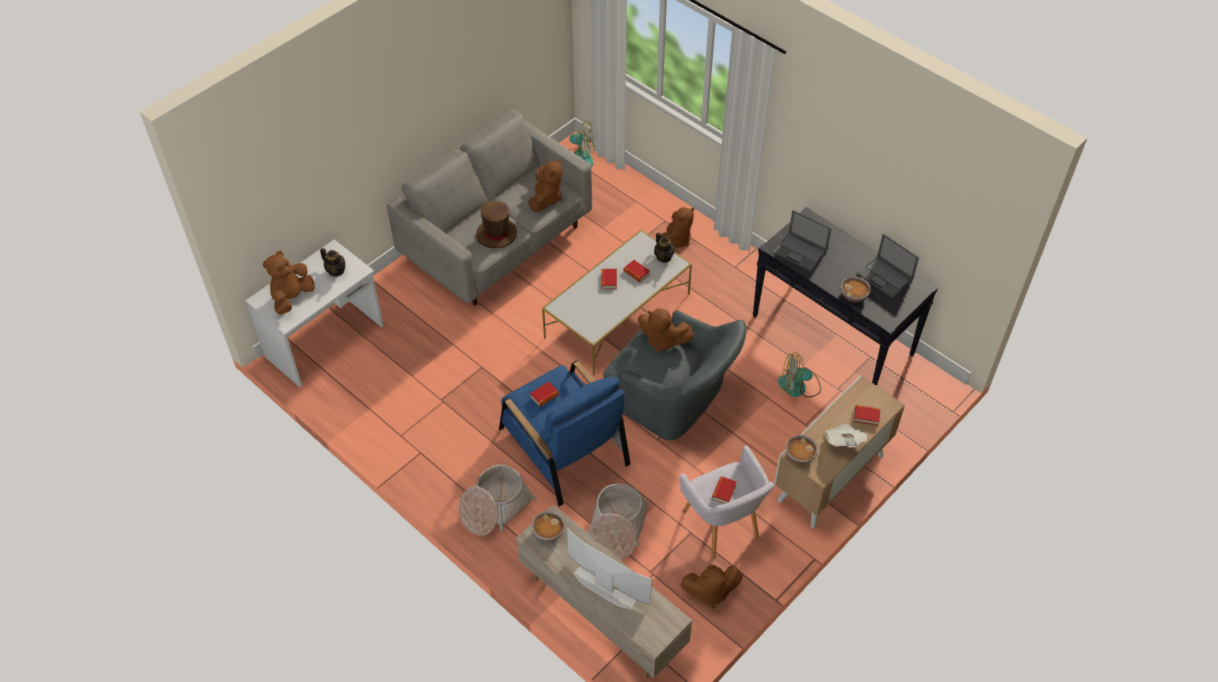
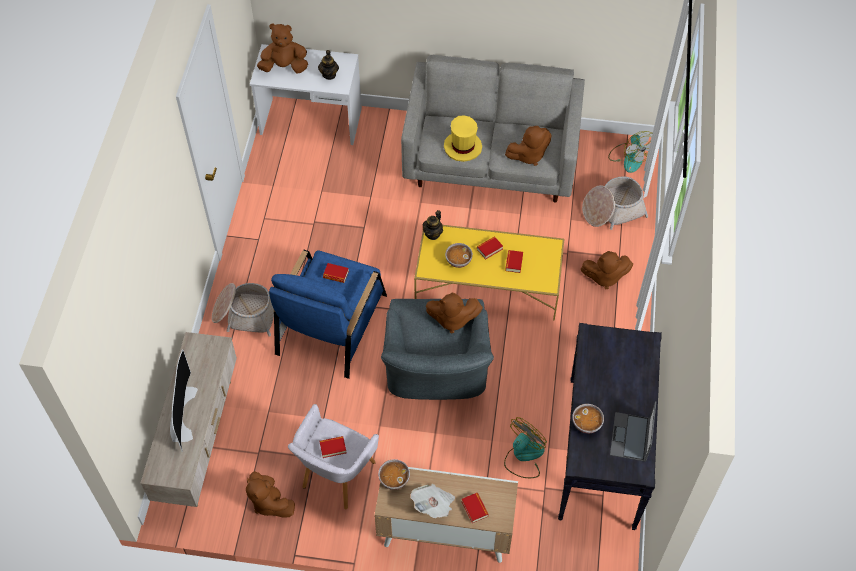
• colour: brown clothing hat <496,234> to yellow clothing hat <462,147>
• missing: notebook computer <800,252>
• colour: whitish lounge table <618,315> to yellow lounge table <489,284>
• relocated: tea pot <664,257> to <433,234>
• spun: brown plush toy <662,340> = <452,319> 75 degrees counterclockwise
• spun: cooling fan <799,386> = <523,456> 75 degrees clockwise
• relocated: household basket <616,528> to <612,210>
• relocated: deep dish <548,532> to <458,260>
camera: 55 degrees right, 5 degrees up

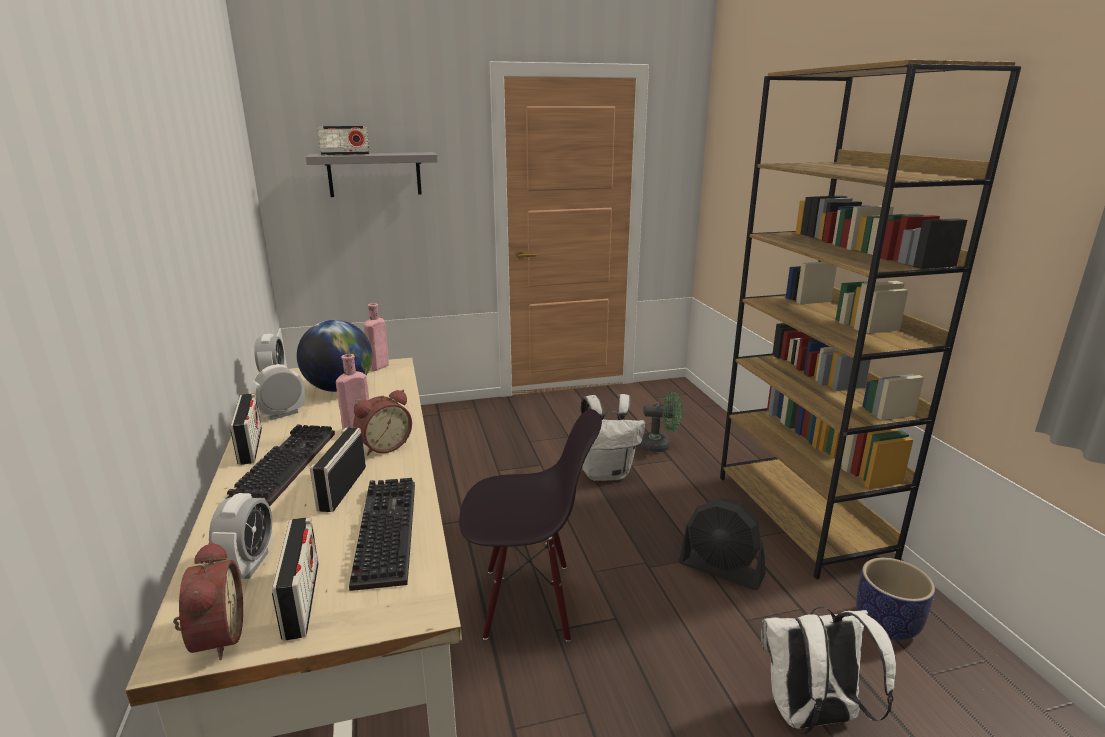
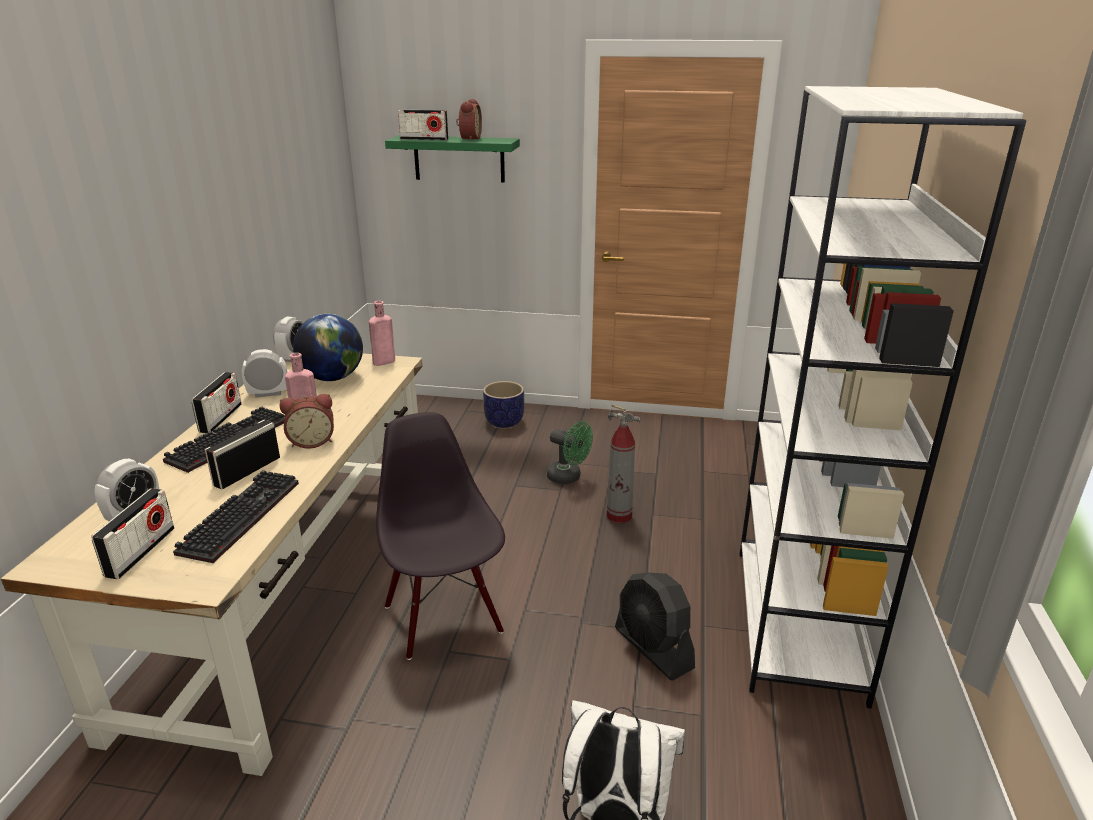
• colour: brown bookcase <802,516> to whitish bookcase <798,622>
• colour: greyish shelf <374,174> to green shelf <459,159>
• relocated: green cooling fan <659,446> to <569,477>
• exchanged: whitish knapsack <606,473> to fire extinguisher <619,516>
• spun: black chair <528,601> = <445,618> 135 degrees counterclockwise
• relocated: bedside clock <214,638> to <468,139>
• relocated: planter <886,623> to <504,421>
camera: 25 degrees right, 5 degrees up

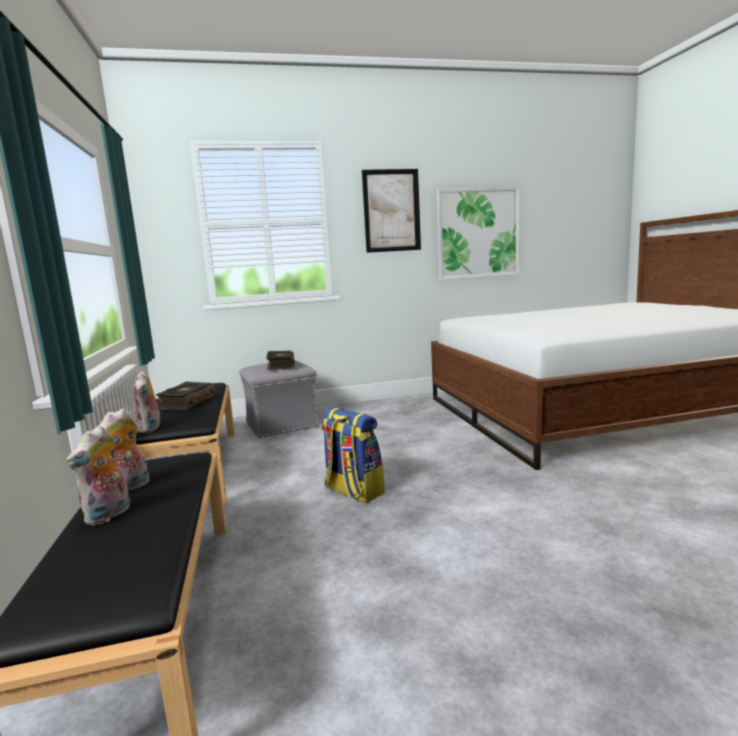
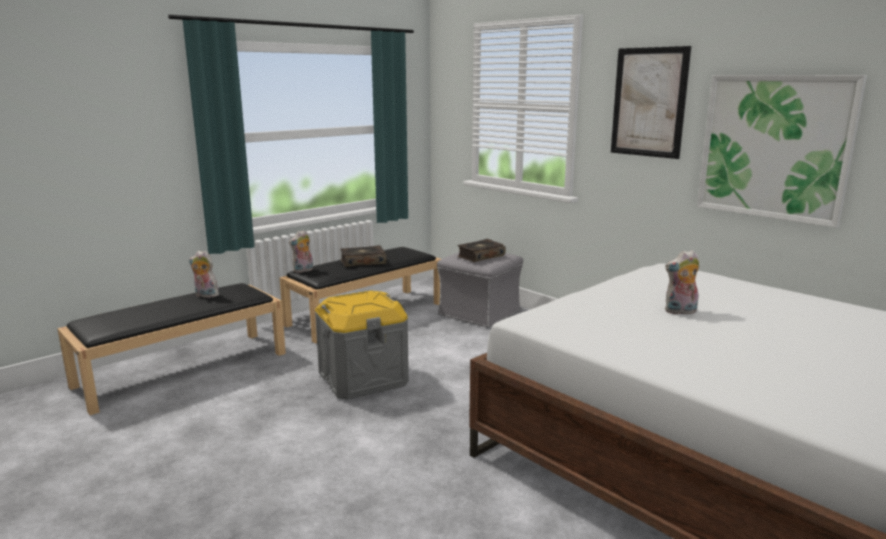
• exchanged: knapsack <353,491> to greyish storage box <363,378>
• relocated: plush toy <108,515> to <680,312>
camera: 60 degrees right, 5 degrees up

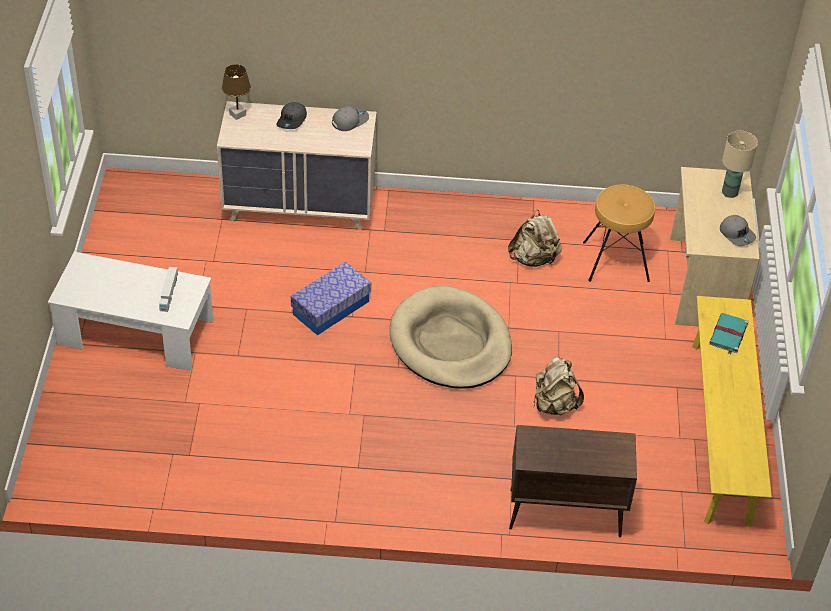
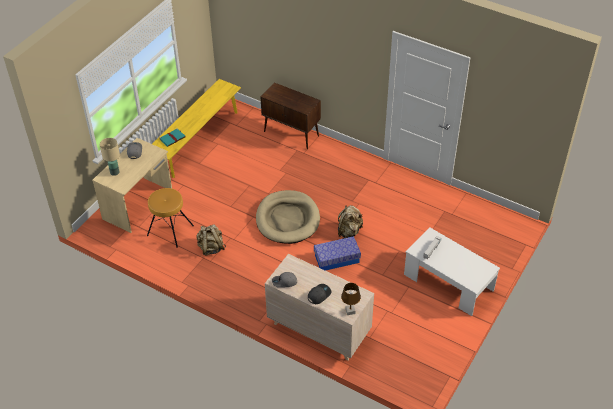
• relocated: beige-coloured knapsack <554,404> to <349,231>
camera: 150 degrees left, 0 degrees up

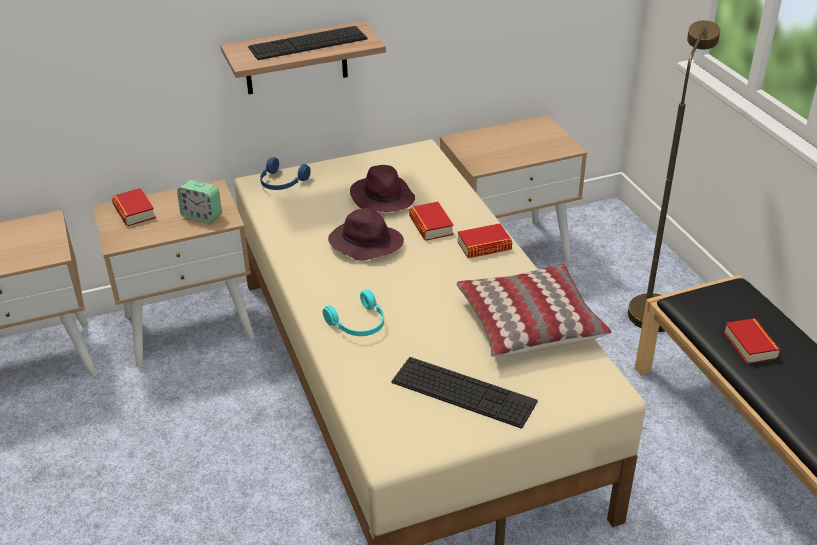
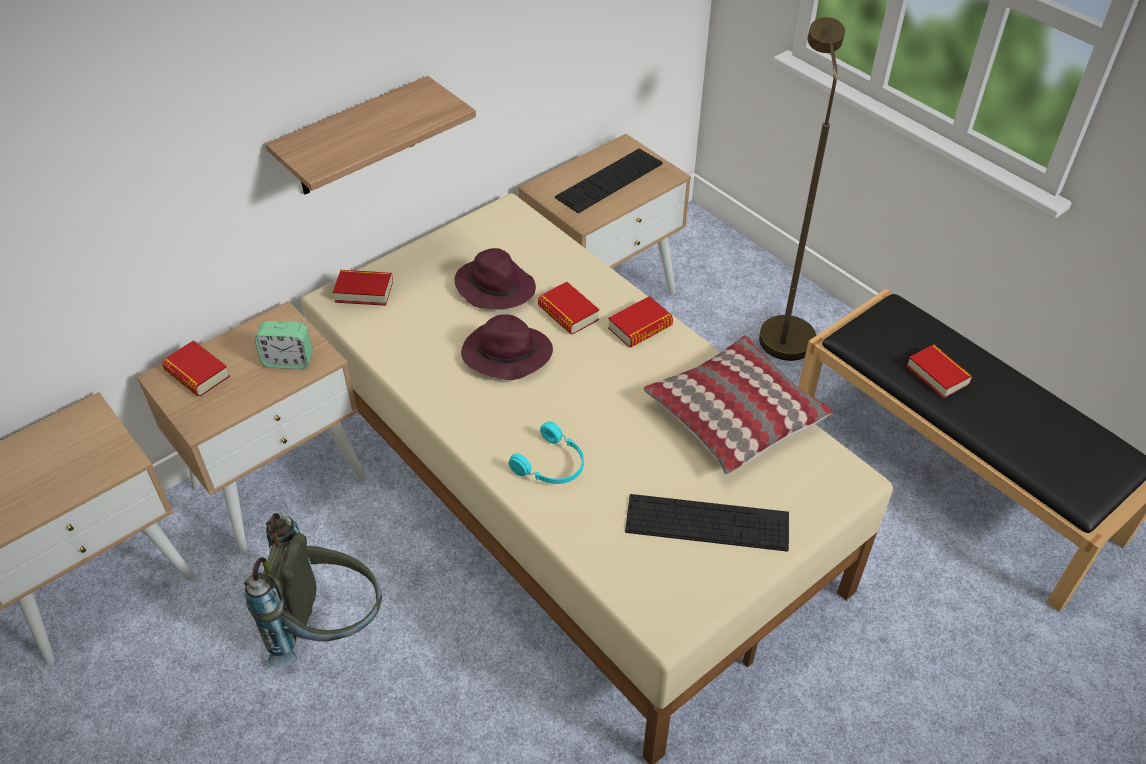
• relocated: keyboard <308,43> to <609,180>
• exchanged: blue pair of headphones <281,183> to bound book <364,291>
• appeared: greyish knapsack <329,628>
camera: 20 degrees left, 10 degrees up

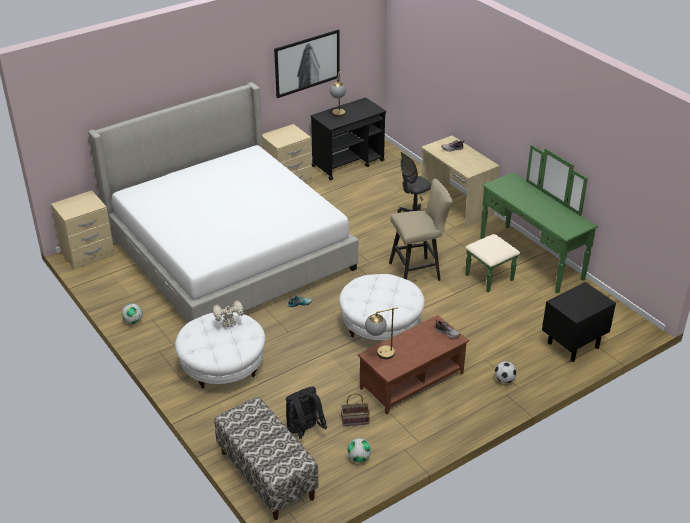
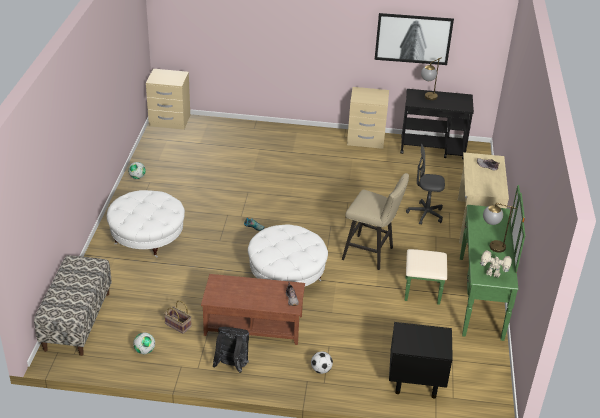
• missing: bedroom bed <229,253>
• relocated: toy robot <229,325> to <492,275>
• relocated: tabletop lamp <379,355> to <491,245>
• relocated: black knapsack <304,431> to <232,366>
camera: 40 degrees right, 0 degrees up

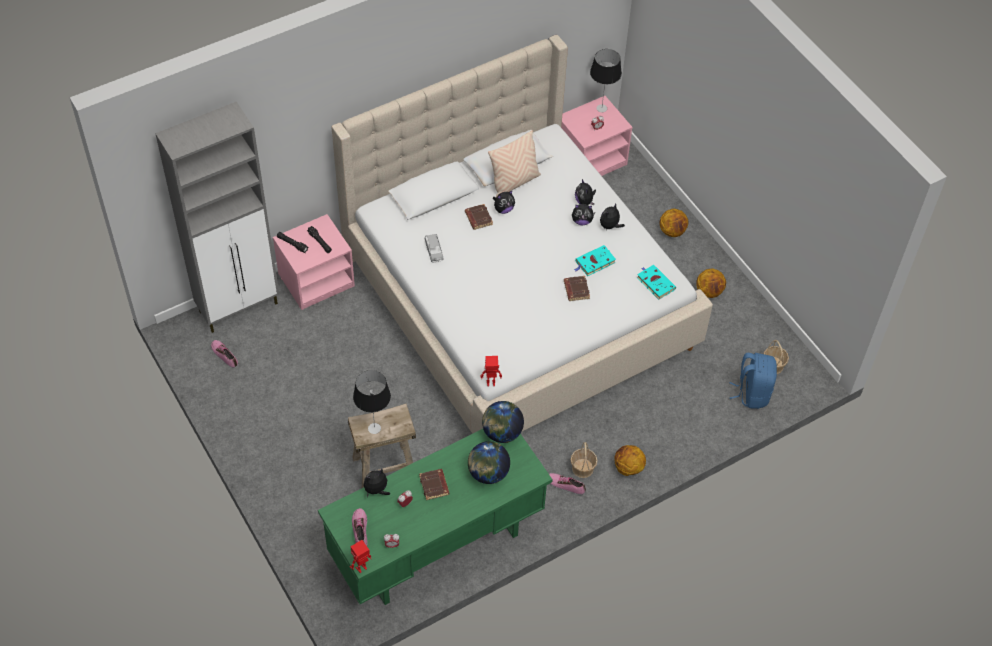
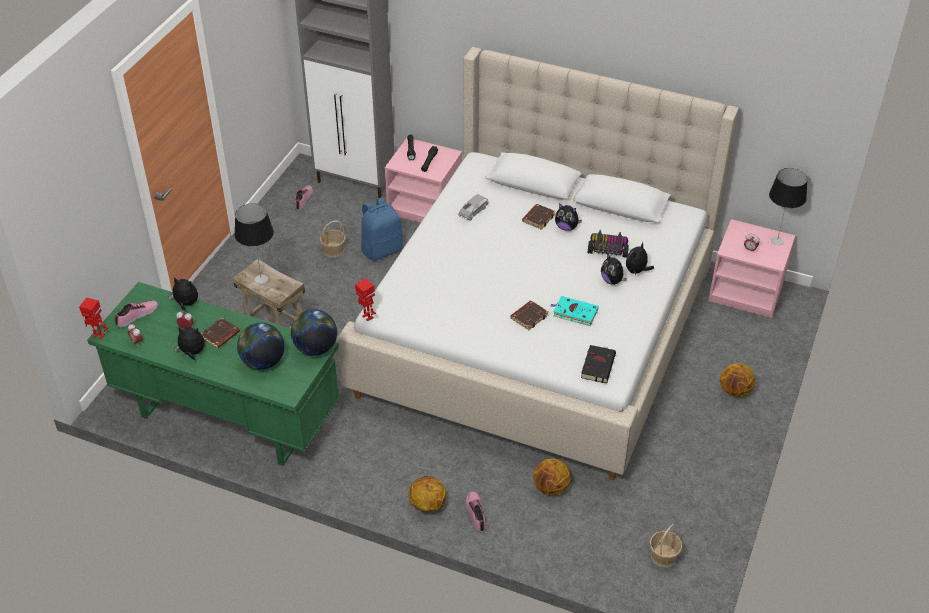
• missing: beige-coloured throw pillow <514,182>
• relocated: plush toy <610,226> to <192,353>
• colour: turquoise-coloured bound book <655,283> to black bound book <598,365>
• relocated: ball for basketball <709,292> to <551,488>
• relocated: blue knapsack <752,393> to <382,250>
• relocated: household basket <582,468> to <333,250>
• relocated: item of footwear <566,485> to <476,513>
• appeared: model car <608,249>
camera: 55 degrees right, 10 degrees down

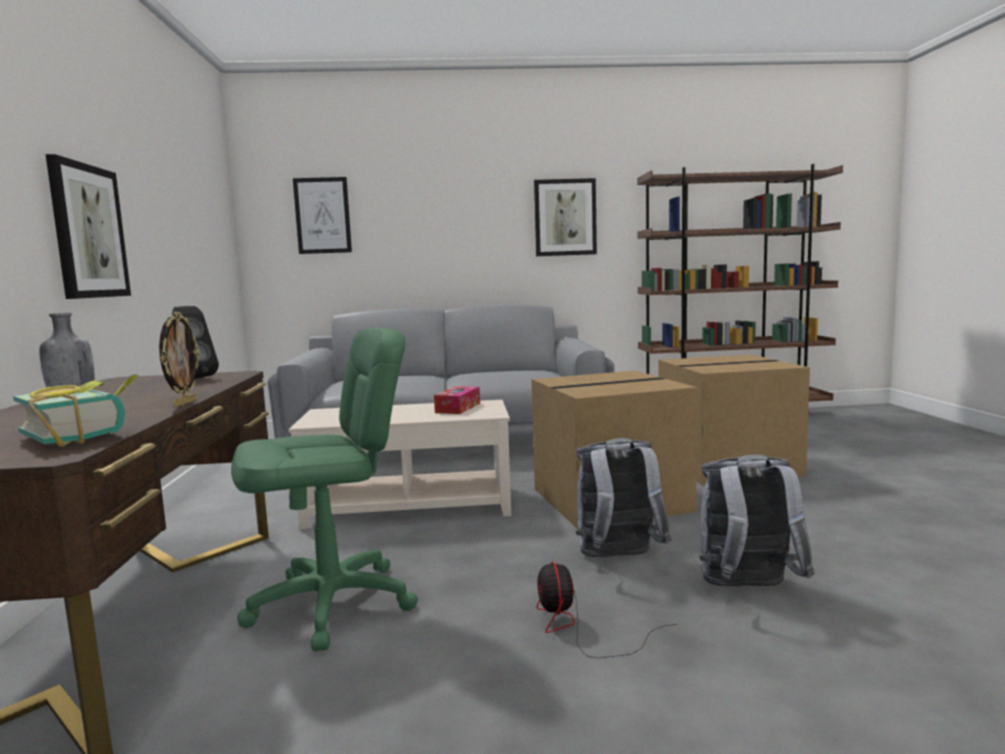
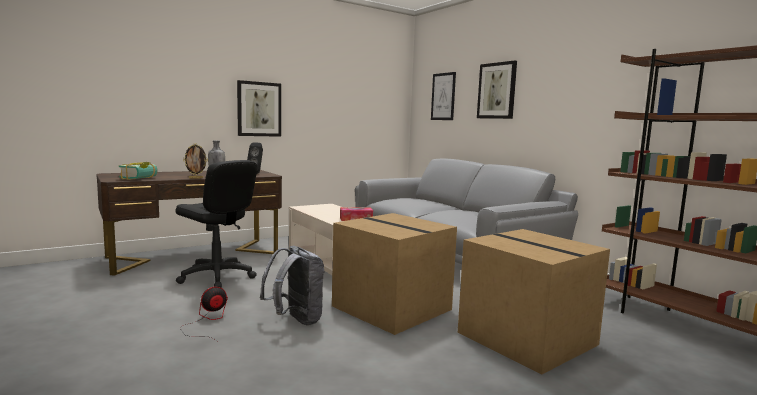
• relocated: picture <565,217> to <497,90>
• colour: green computer chair <332,604> to black computer chair <217,277>
• missing: greyish knapsack <747,589>
camera: 60 degrees right, 0 degrees up

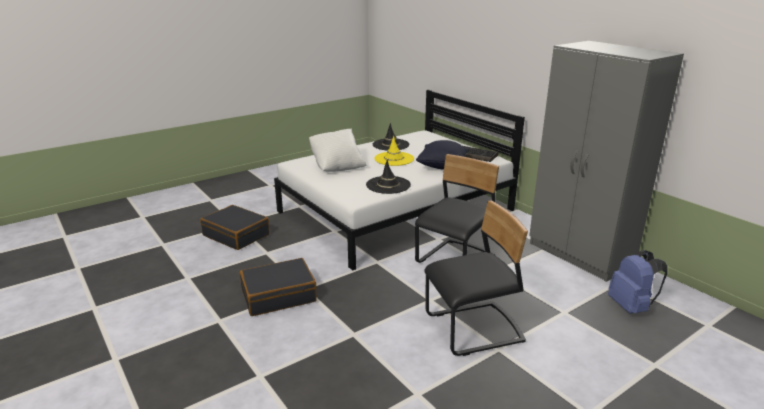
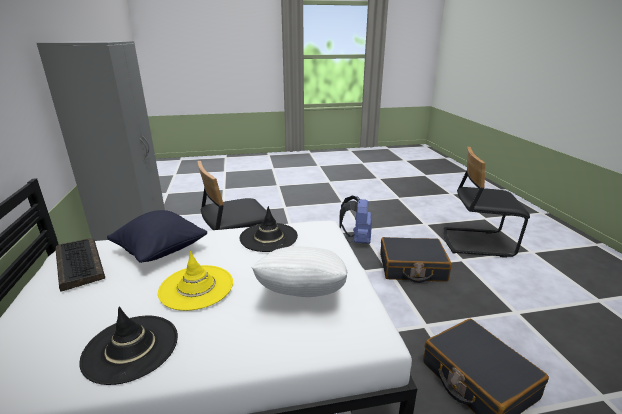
• relocated: black chair <474,330> to <476,242>
• relocated: blue knapsack <631,307> to <357,240>
camera: 155 degrees left, 0 degrees up

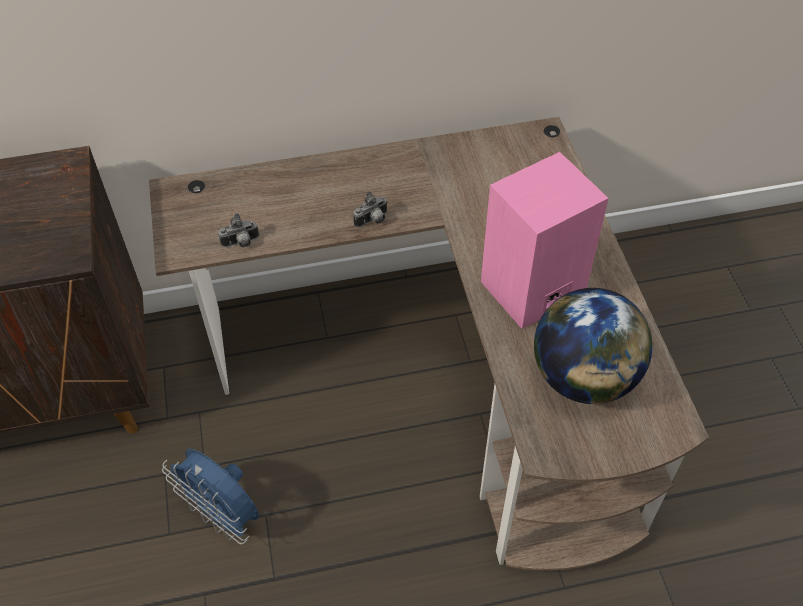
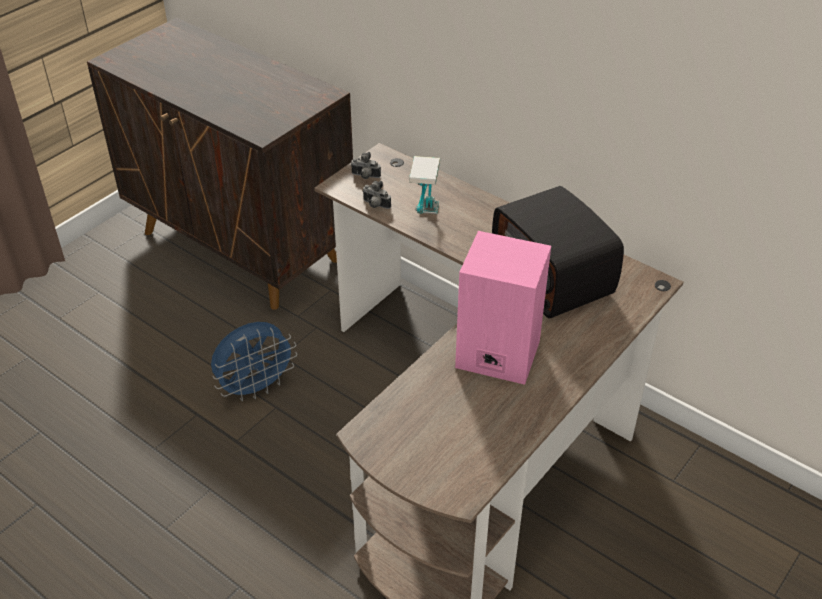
• relocated: still camera <373,221> to <365,177>
• missing: world globe <583,377>
• spun: blue cooling fan <224,516> = <256,388> 120 degrees counterclockwise
• appeared: tabletop lamp <425,227>
• appeared: radio <554,277>
camera: 50 degrees right, 10 degrees down

